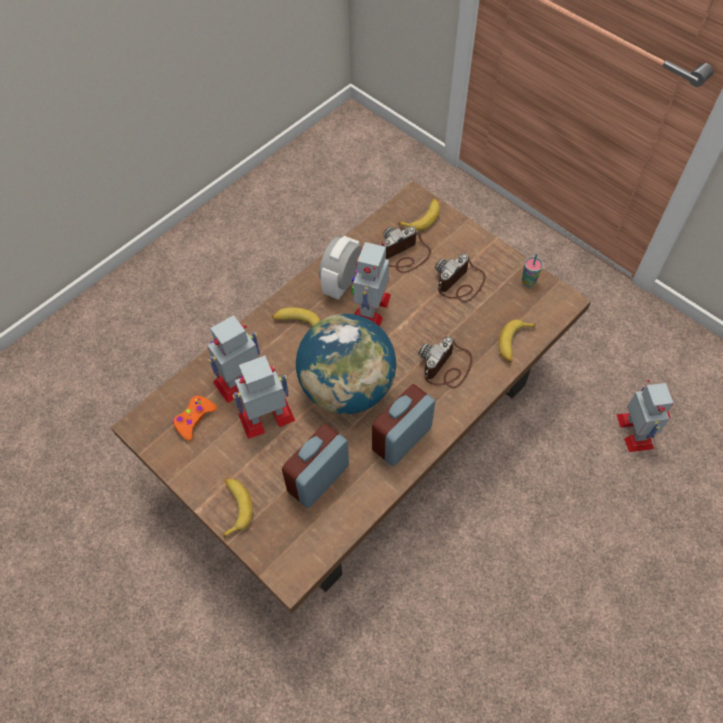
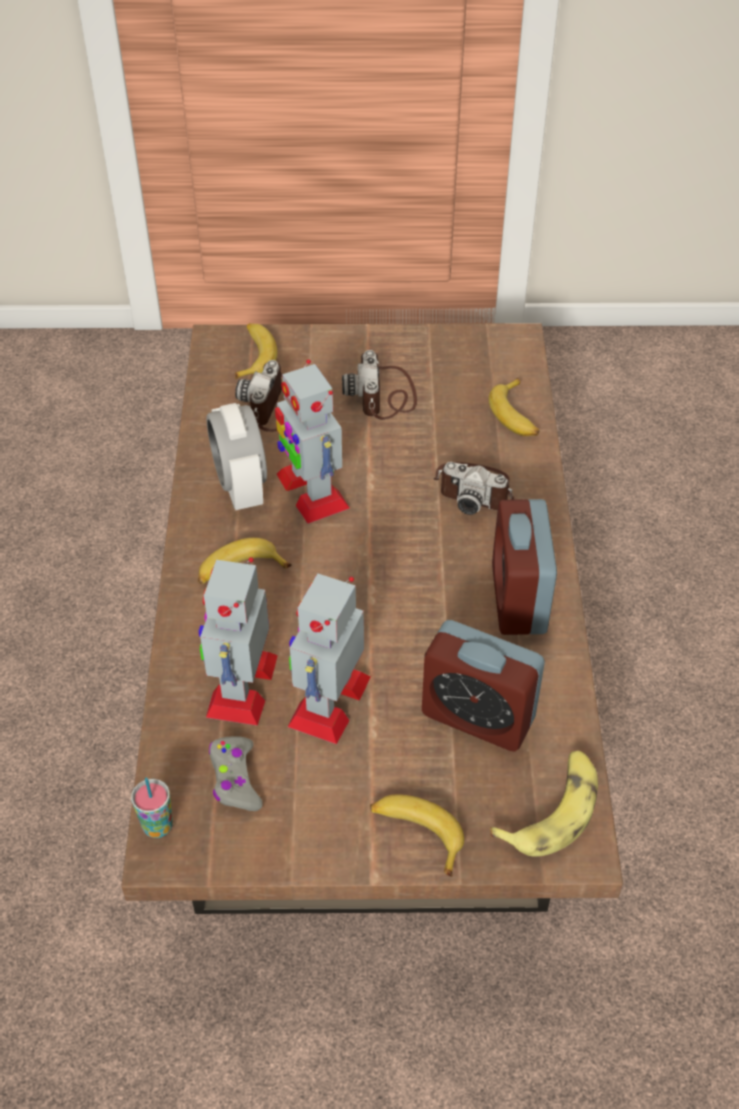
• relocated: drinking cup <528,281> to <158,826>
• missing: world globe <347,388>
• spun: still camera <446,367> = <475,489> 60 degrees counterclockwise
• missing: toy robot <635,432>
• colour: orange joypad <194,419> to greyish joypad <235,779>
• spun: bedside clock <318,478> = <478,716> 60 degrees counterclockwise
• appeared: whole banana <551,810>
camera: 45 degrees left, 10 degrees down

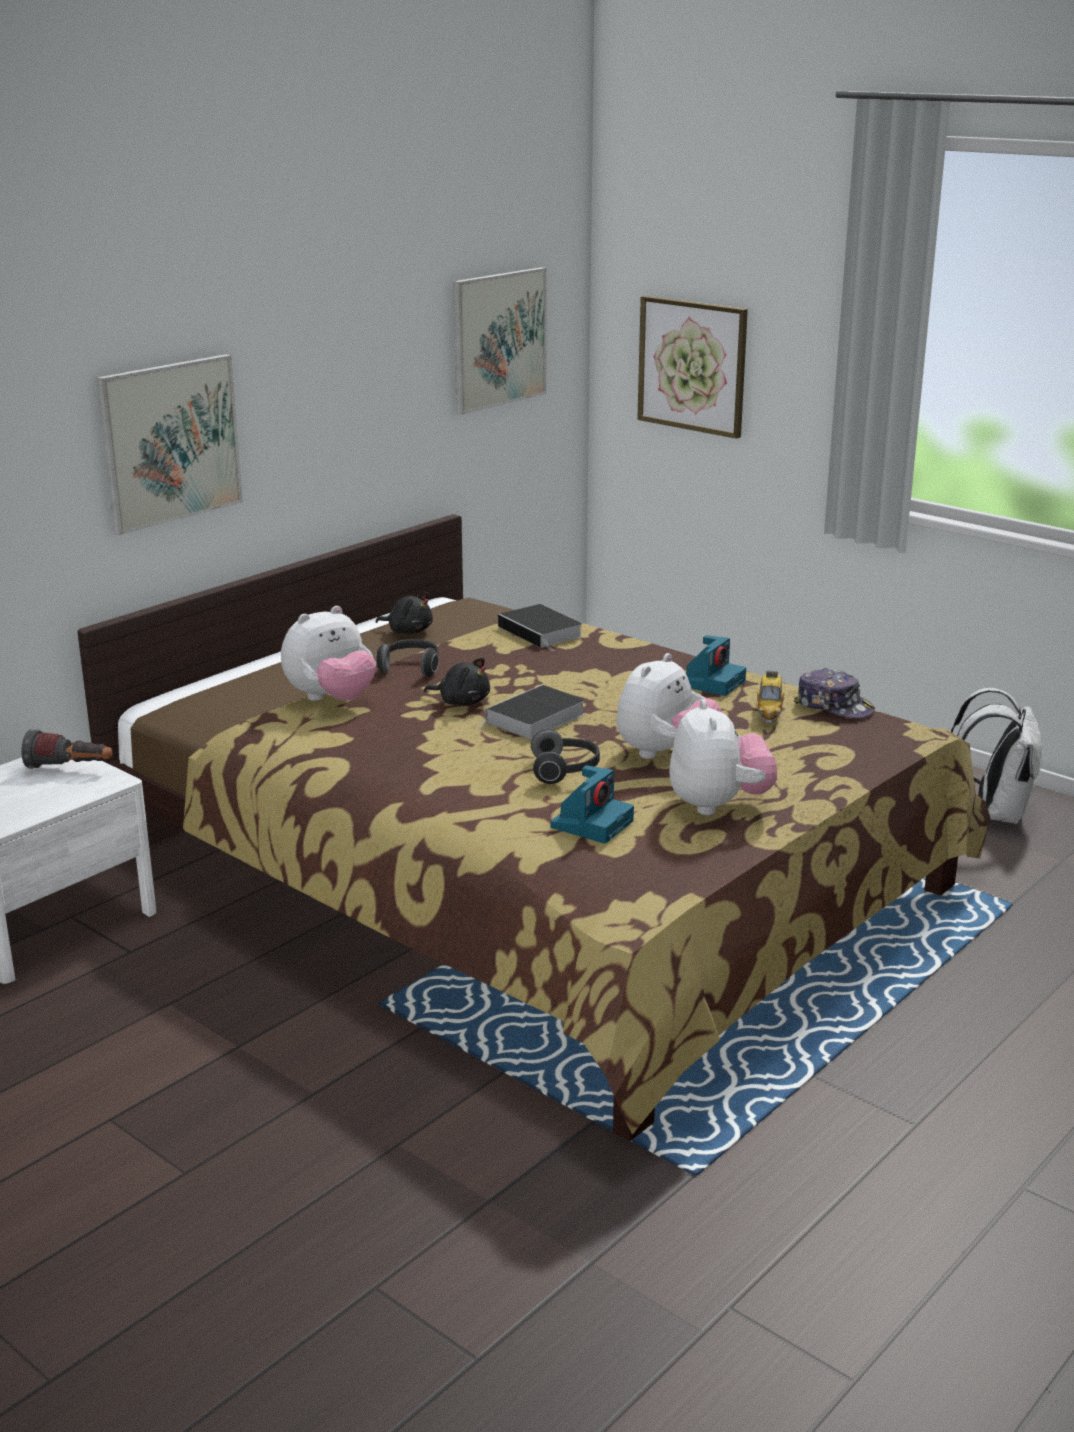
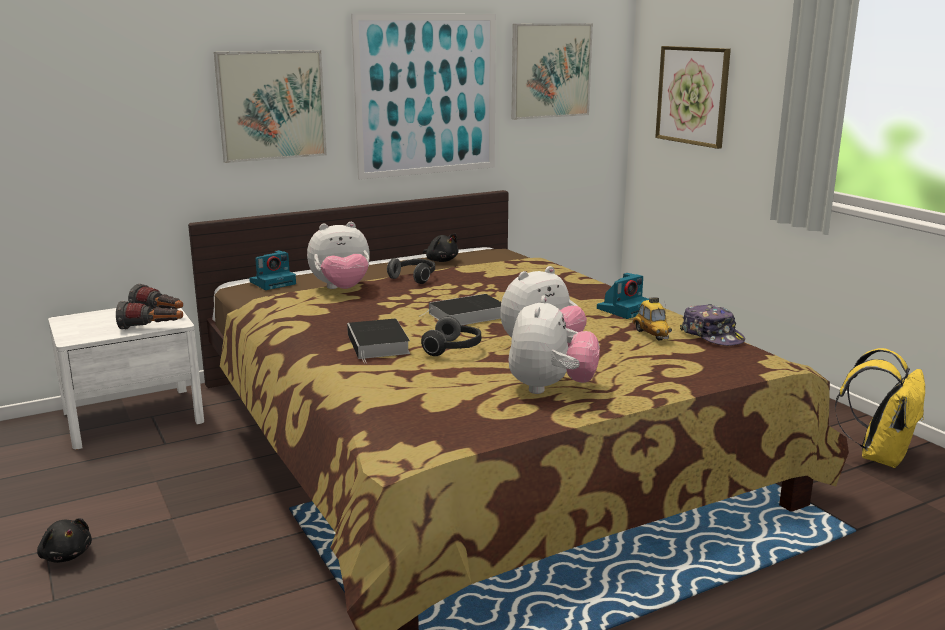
• relocated: bound book <542,632> to <379,345>
• relocated: black plush toy <462,702> to <66,555>
• spun: model car <769,715> = <651,334> 45 degrees counterclockwise
• colour: whitish knapsack <994,812> to yellow knapsack <879,456>
• relocated: still camera <592,823> to <273,282>
• appeared: picture <427,95>
• appeared: torch <151,328>
camera: 20 degrees right, 5 degrees down

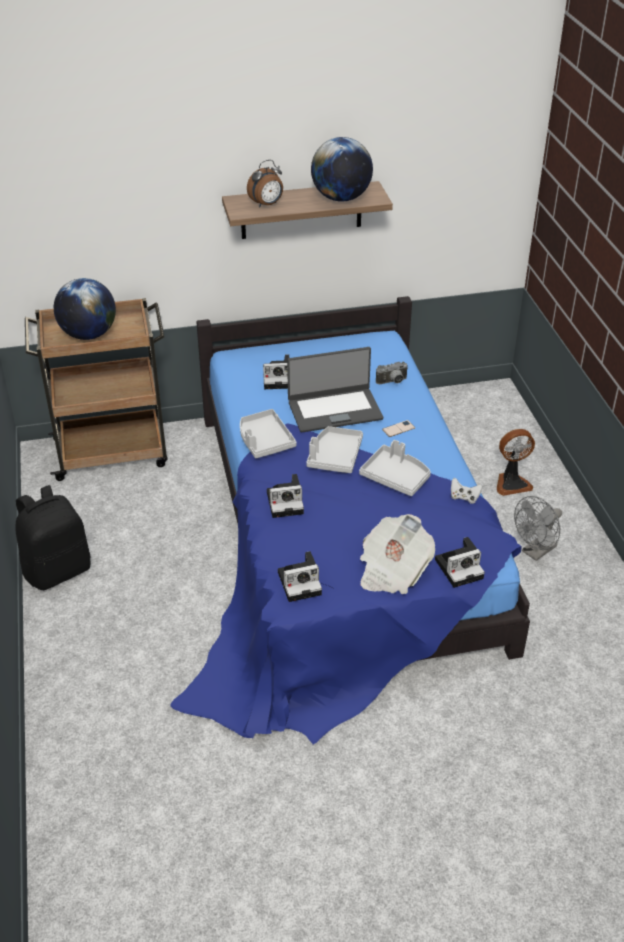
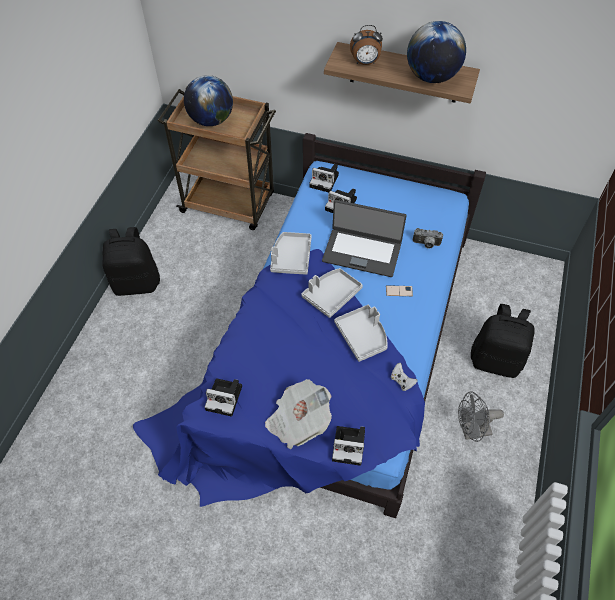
• exchanged: cooling fan <511,483> to black knapsack <496,360>
• relocated: still camera <286,502> to <325,180>
camera: 30 degrees right, 15 degrees up

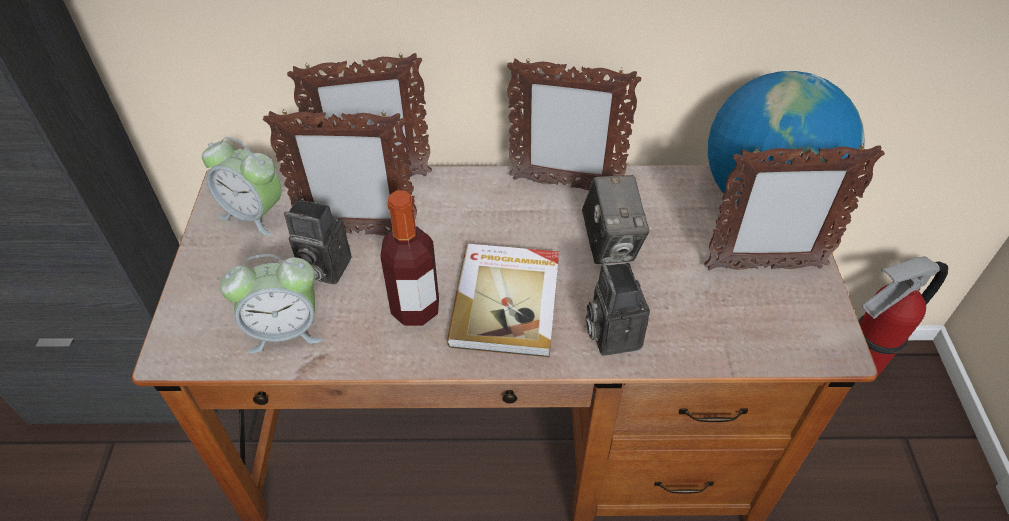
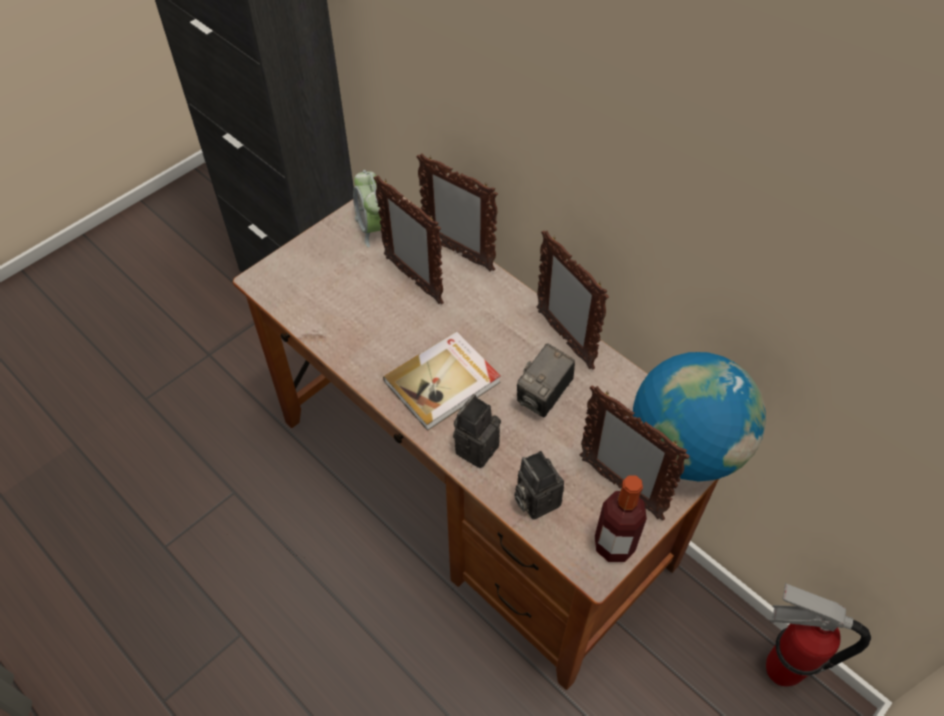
• relocated: beverage bottle <415,309> to <614,545>
• relocated: still camera <322,268> to <534,499>
• missing: bedside clock <285,330>
camera: 45 degrees right, 5 degrees up

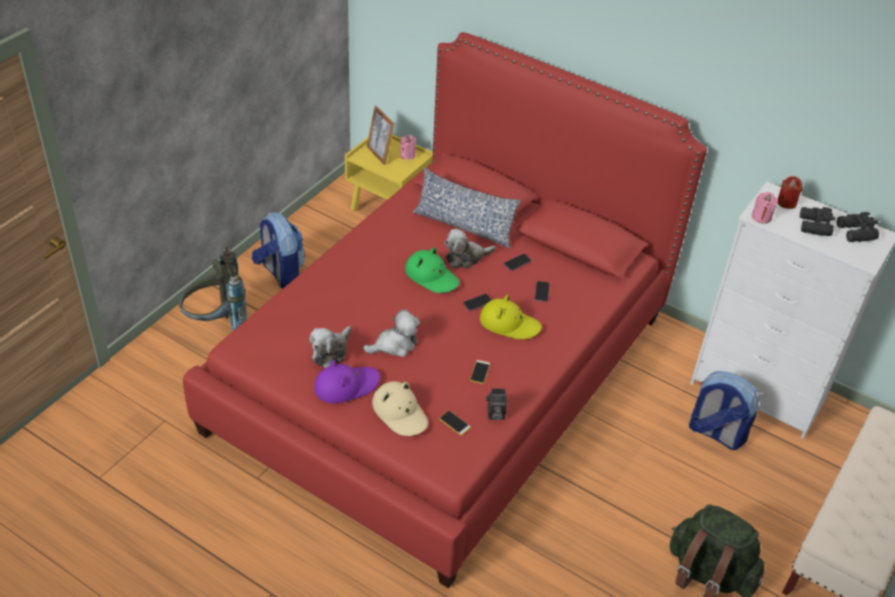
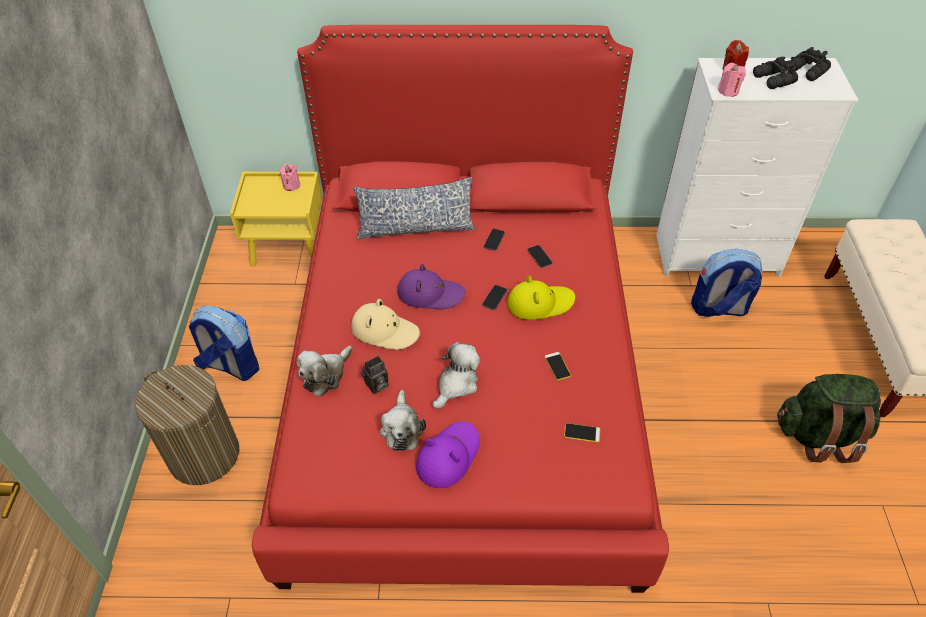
• missing: picture frame <379,154>
• relocated: plush toy <466,257> to <326,375>
• exchanged: greyish knapsack <217,323> to washing basket <204,454>
• colour: green clothing hat <432,276> to purple clothing hat <430,294>
• relocated: beige-coloured clothing hat <400,413> to <385,330>
• relocated: still camera <494,414> to <376,386>
camera: 30 degrees left, 5 degrees up

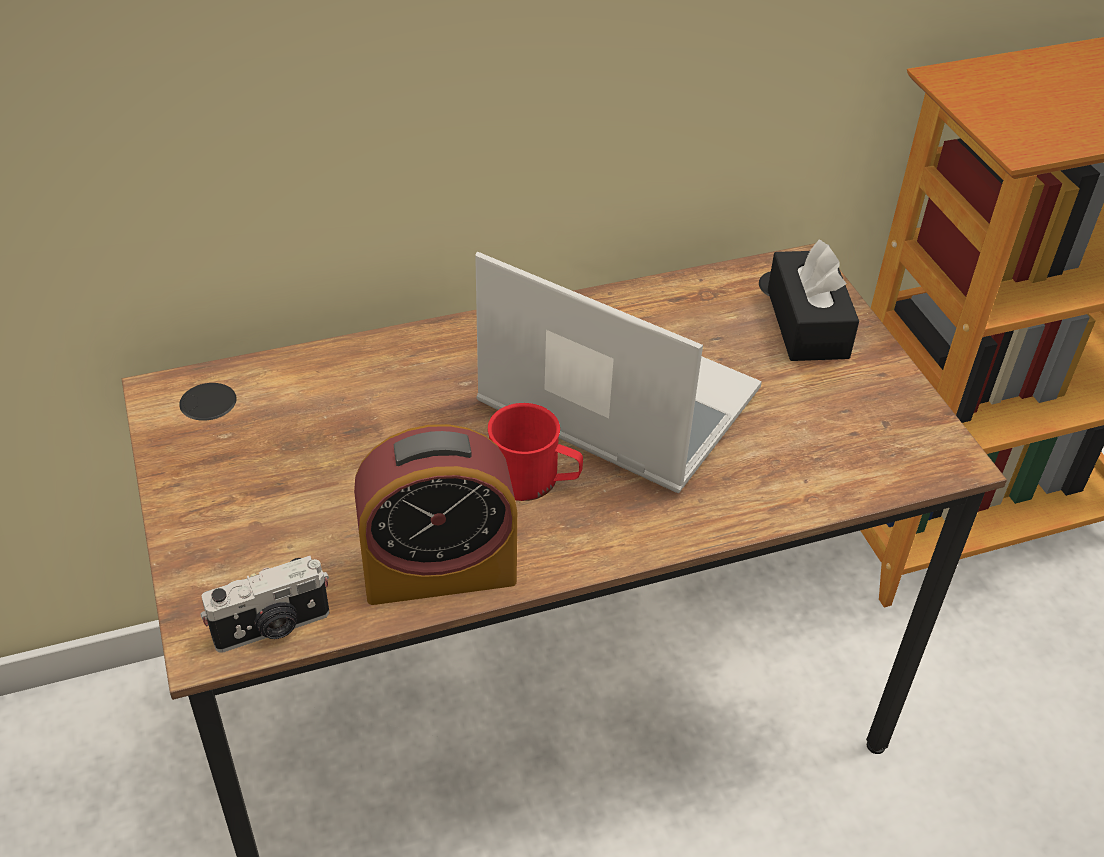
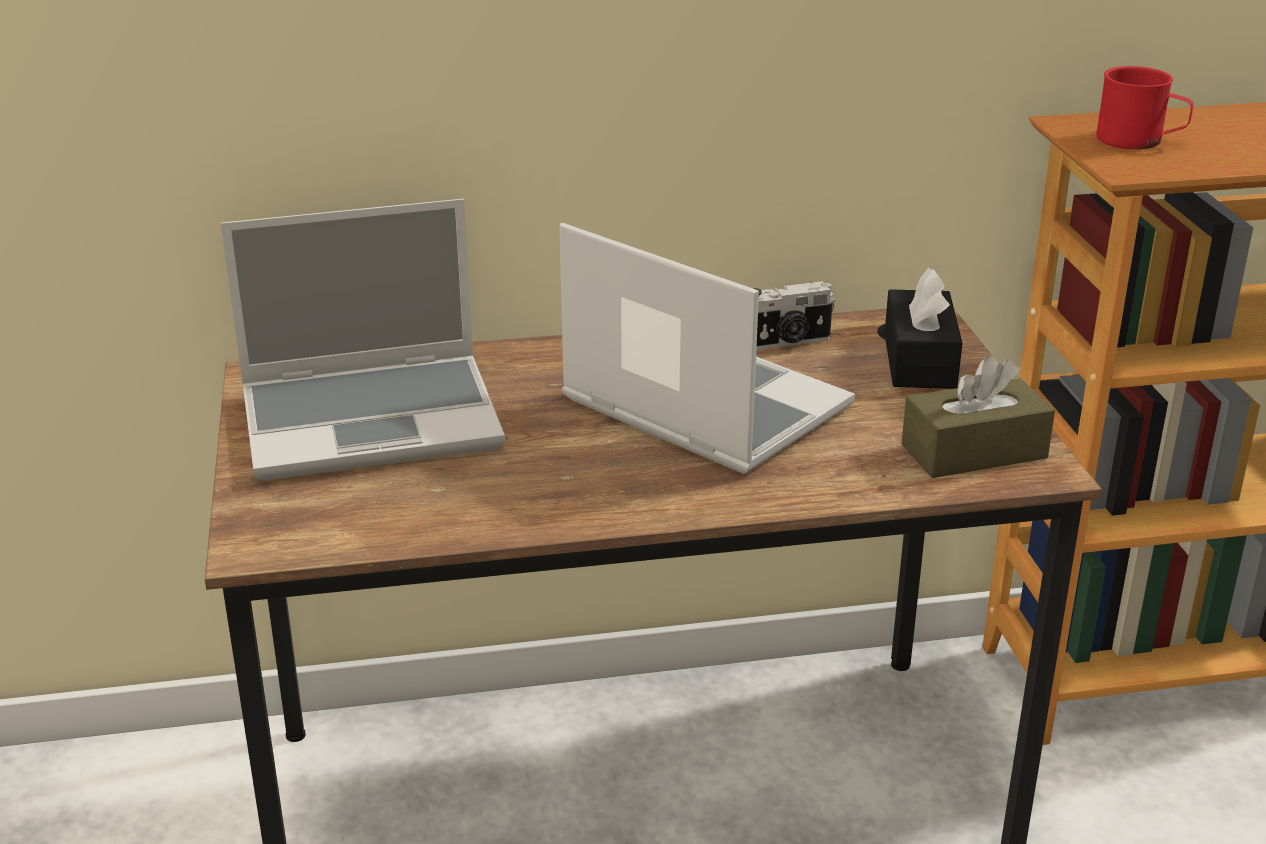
• relocated: red-coloured tea mug <534,480> to <1139,140>
• missing: bedside clock <439,570>
• relocated: still camera <272,628> to <786,343>
• appeared: notebook computer <374,419>
• appeared: brown tissue box <974,451>
camera: 10 degrees right, 15 degrees down

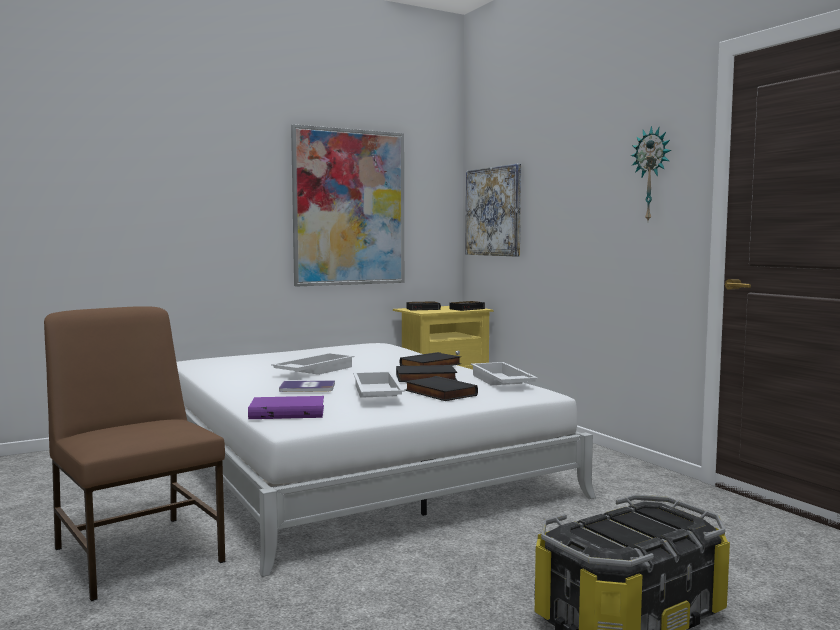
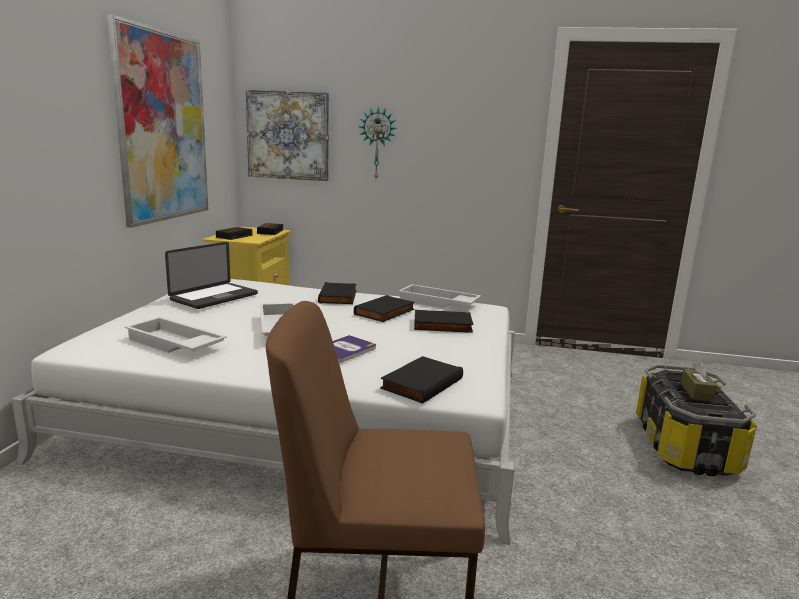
• relocated: wall clock <652,174> to <377,144>
• relocated: whitish carrying tray <375,394> to <173,344>
• colour: purple bound book <288,412> to black bound book <421,383>
• appeared: notebook computer <214,297>
• appeared: brown tissue box <696,392>
camera: 50 degrees left, 10 degrees up

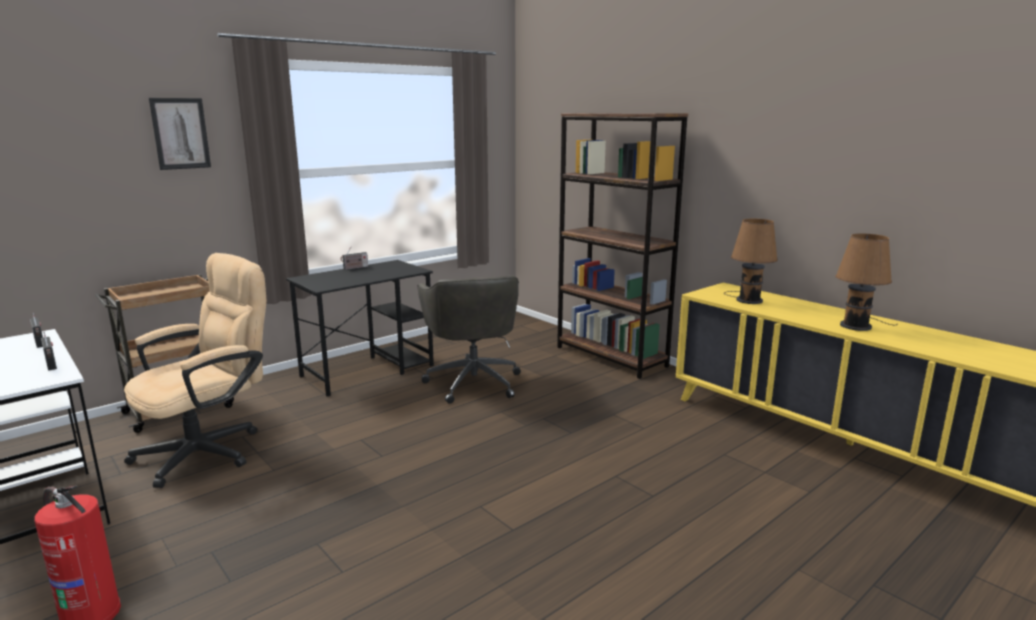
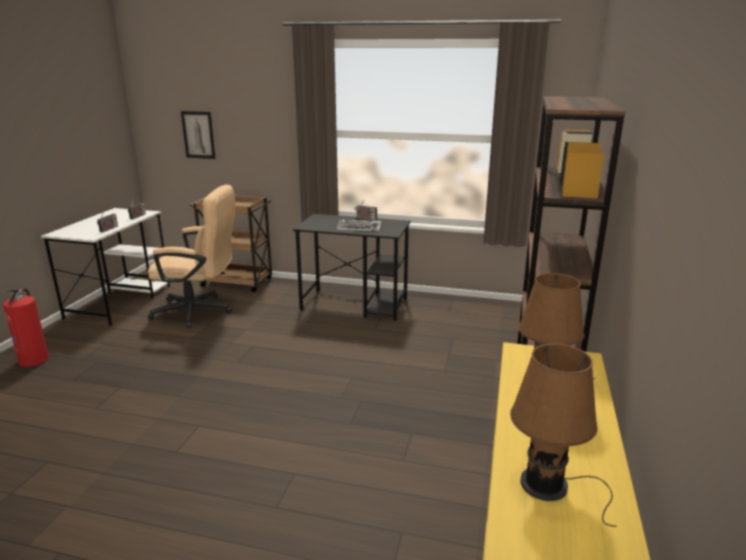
• relocated: picture <180,133> to <198,135>
• missing: greyish computer chair <473,382>
• appeared: keyboard <359,228>
camera: 55 degrees right, 5 degrees up

